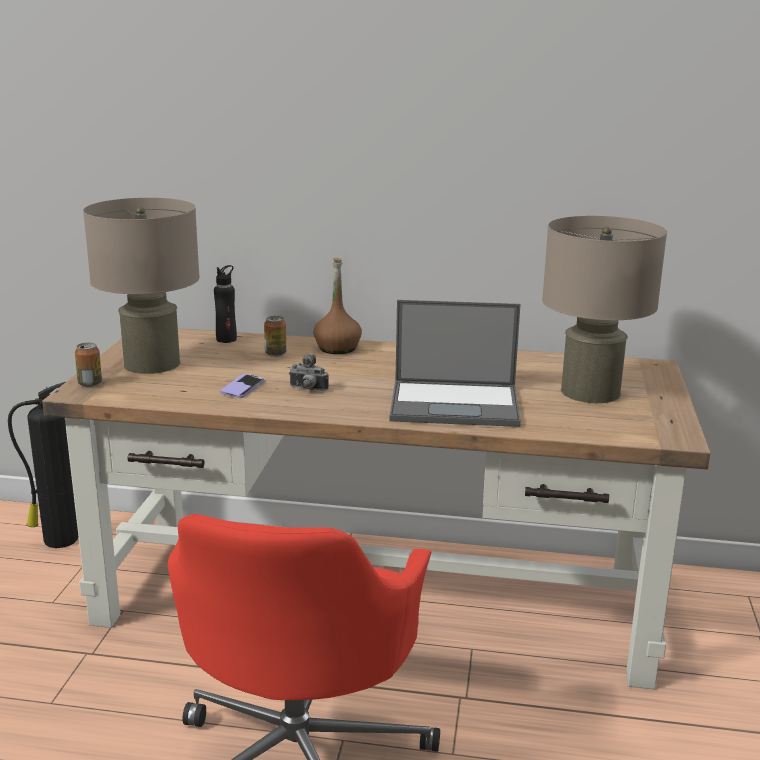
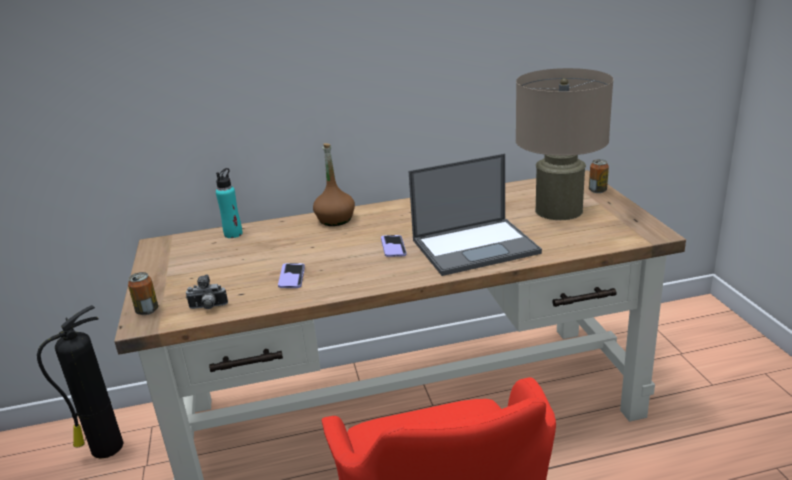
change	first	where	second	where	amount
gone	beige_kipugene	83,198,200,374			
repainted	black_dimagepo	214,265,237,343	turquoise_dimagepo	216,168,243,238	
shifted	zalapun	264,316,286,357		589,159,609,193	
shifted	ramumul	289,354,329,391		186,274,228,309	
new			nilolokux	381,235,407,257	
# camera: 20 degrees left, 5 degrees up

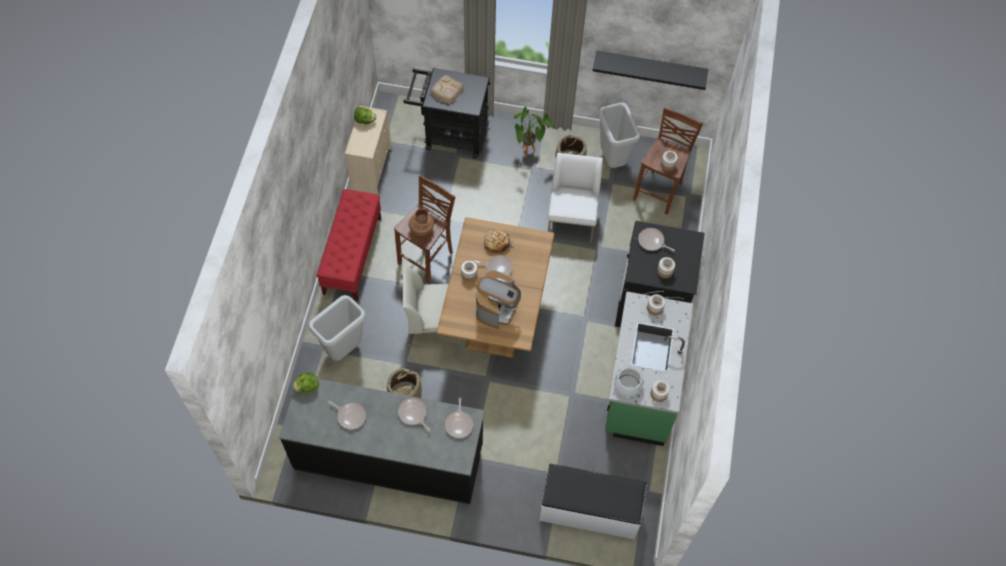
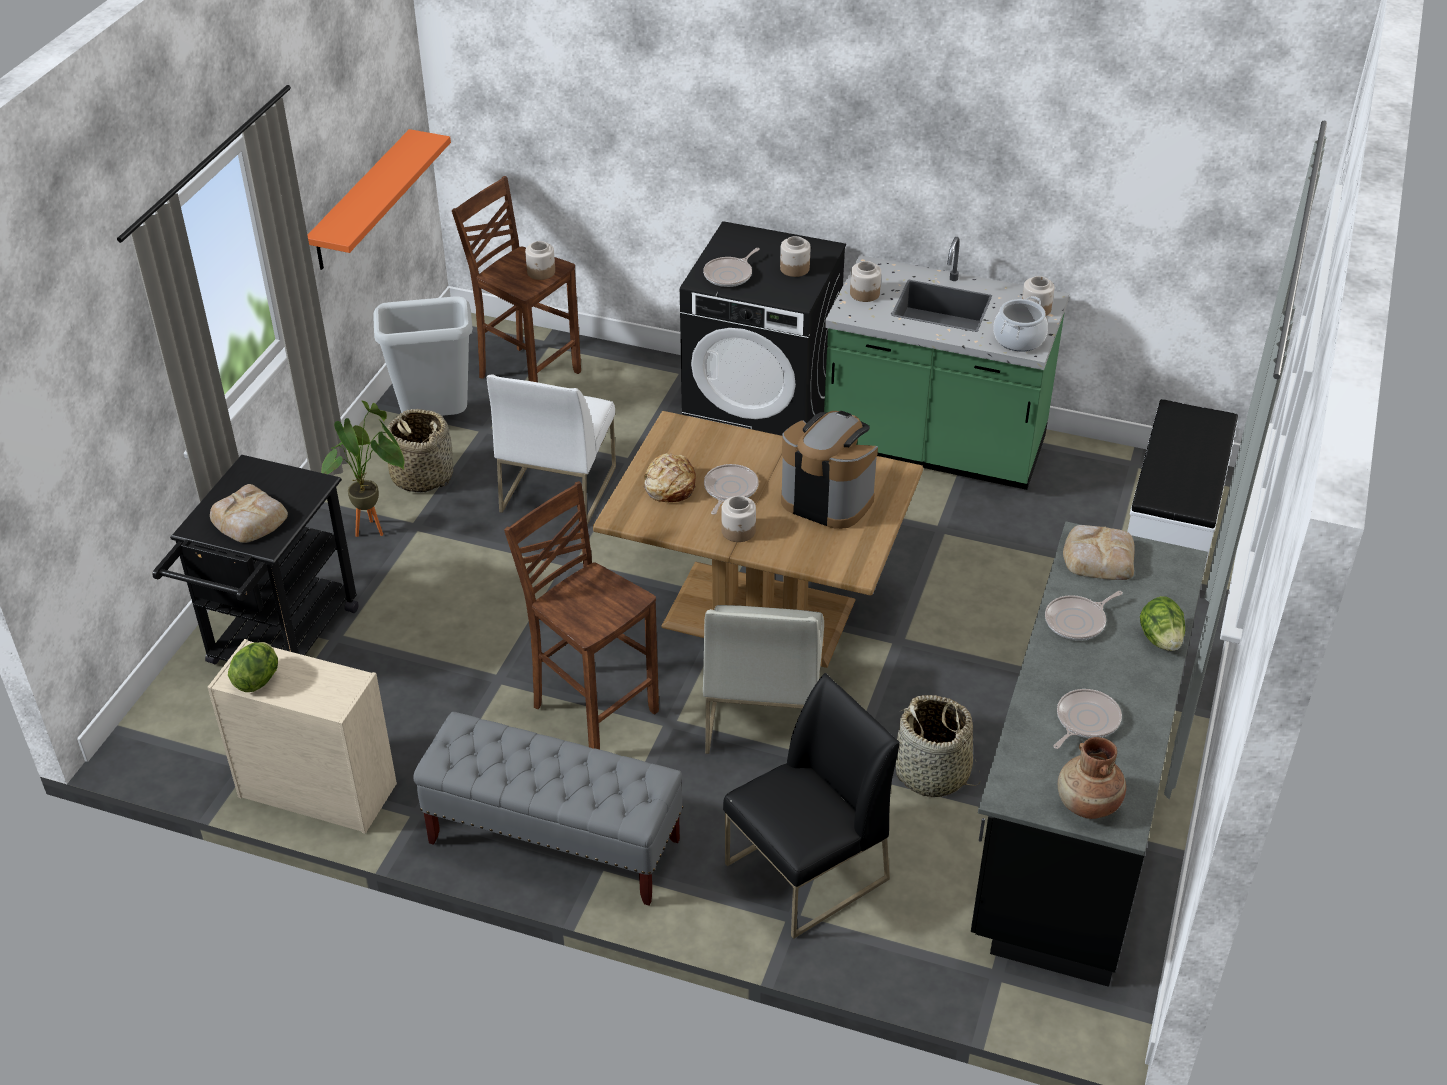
change	first	where	second	where	amount
shifted	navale	293,372,319,392		1140,596,1185,651	
swapped	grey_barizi	308,295,366,361	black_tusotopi	723,673,900,939	
repainted	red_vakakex	316,189,381,301	grey_vakakex	414,712,683,906	
shifted	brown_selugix	409,208,434,236		1058,737,1126,819	
swapped	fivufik	445,398,473,438	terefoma	1063,525,1135,580	
rotated	white_tusotopi	548,153,603,243		487,375,616,525	90 degrees counterclockwise
repainted	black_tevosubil	592,50,708,90	orange_tevosubil	308,129,451,270	
# camera: 80 degrees left, 20 degrees down

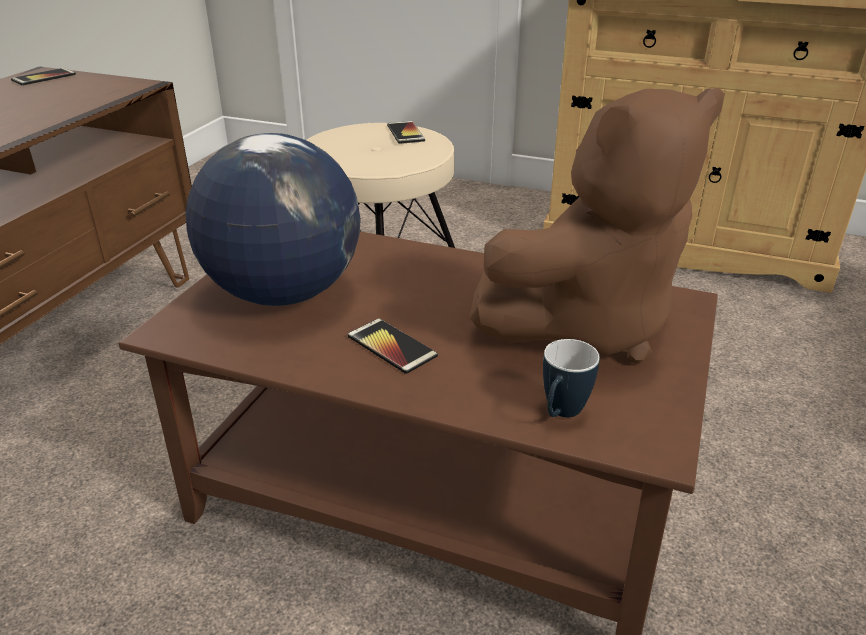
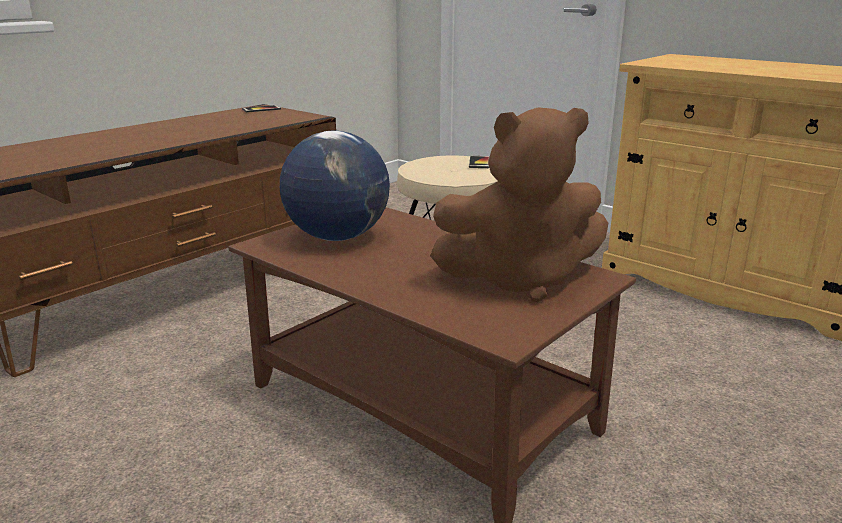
change	first	where	second	where	amount
gone	nilolokux	348,318,438,374			
gone	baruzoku	543,339,600,417			
# camera: 20 degrees right, 10 degrees down

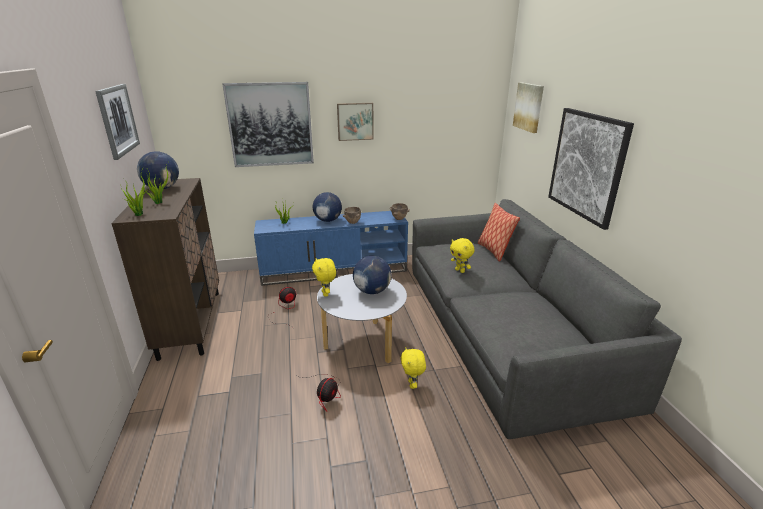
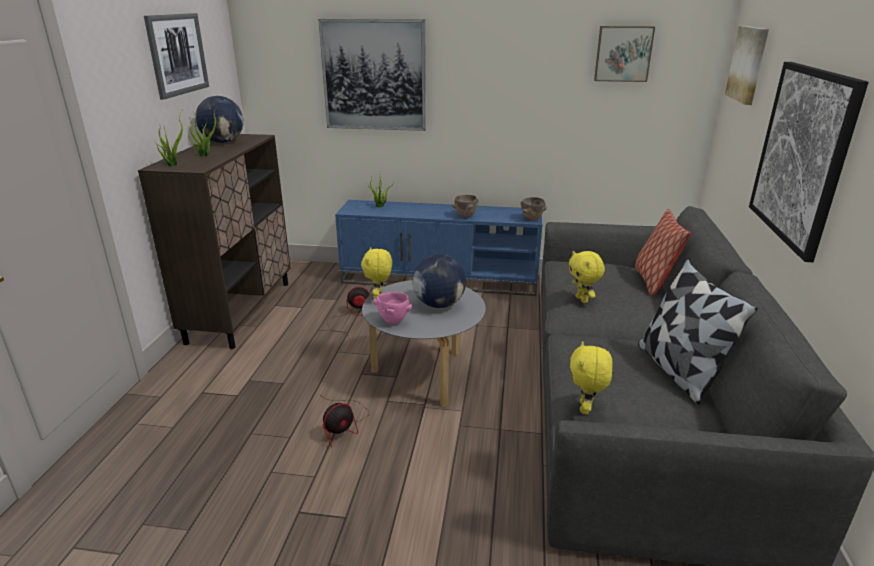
change	first	where	second	where	amount
gone	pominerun	313,192,342,222			
shifted	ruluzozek	337,103,374,141		594,26,655,82	
shifted	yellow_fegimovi	401,347,426,389		570,341,613,414	
new			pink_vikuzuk	373,292,412,324	
new			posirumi	638,259,758,404	
# camera: 20 degrees right, 0 degrees up

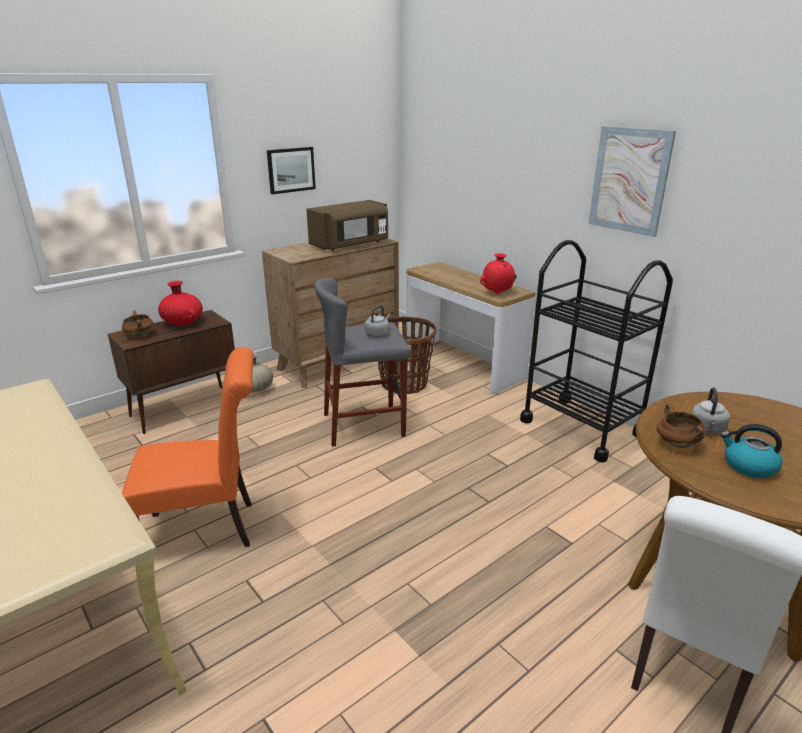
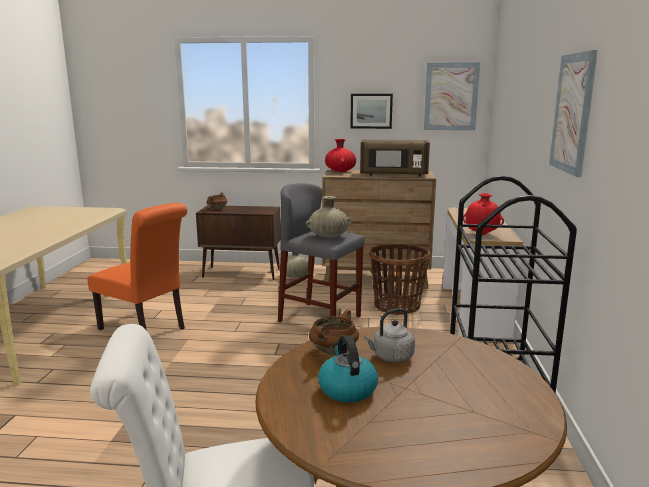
change	first	where	second	where	amount
shifted	red_selugix	158,281,203,325		325,139,356,172	
swapped	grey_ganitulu	364,305,390,337	beige_selugix	306,196,352,238	
new			ruluzozek	424,62,480,130	
# camera: 45 degrees right, 10 degrees down

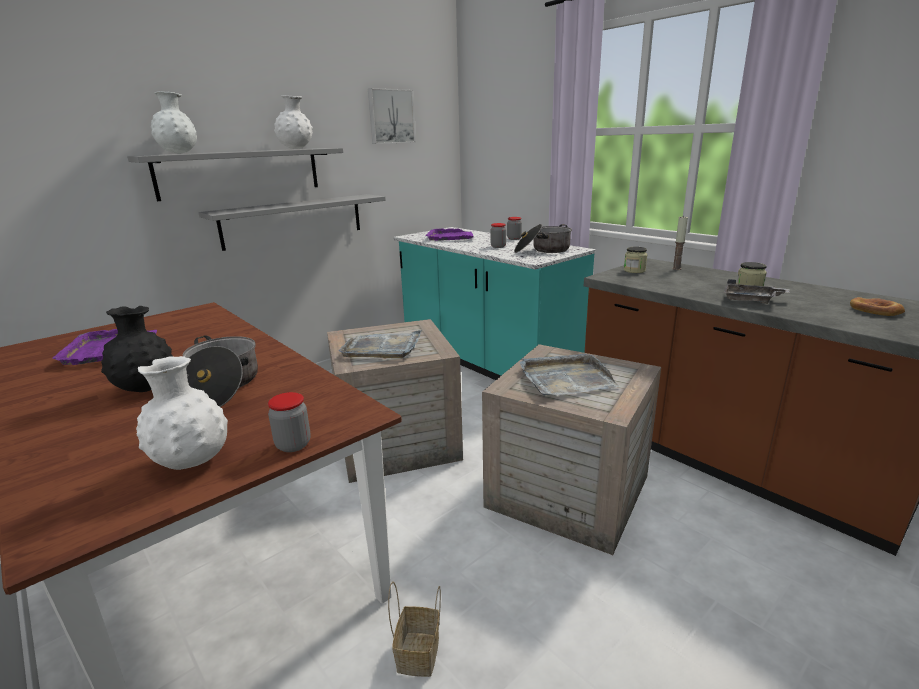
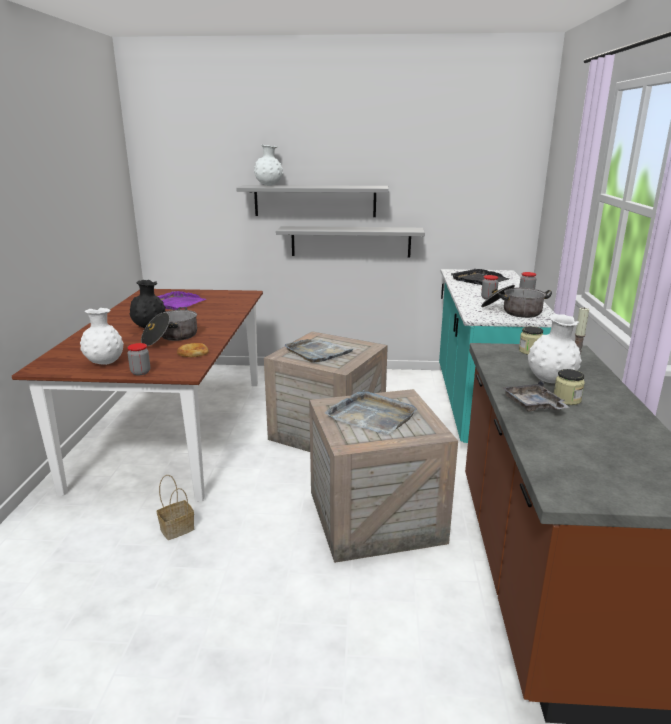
change	first	where	second	where	amount
shifted	white_selugix	274,95,313,149		528,314,582,383	
gone	ruluzozek	368,88,416,144			
repainted	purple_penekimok	425,228,474,241	black_penekimok	451,269,510,285	
shifted	terefoma	850,297,905,316		177,343,209,357	
# camera: 45 degrees right, 0 degrees up

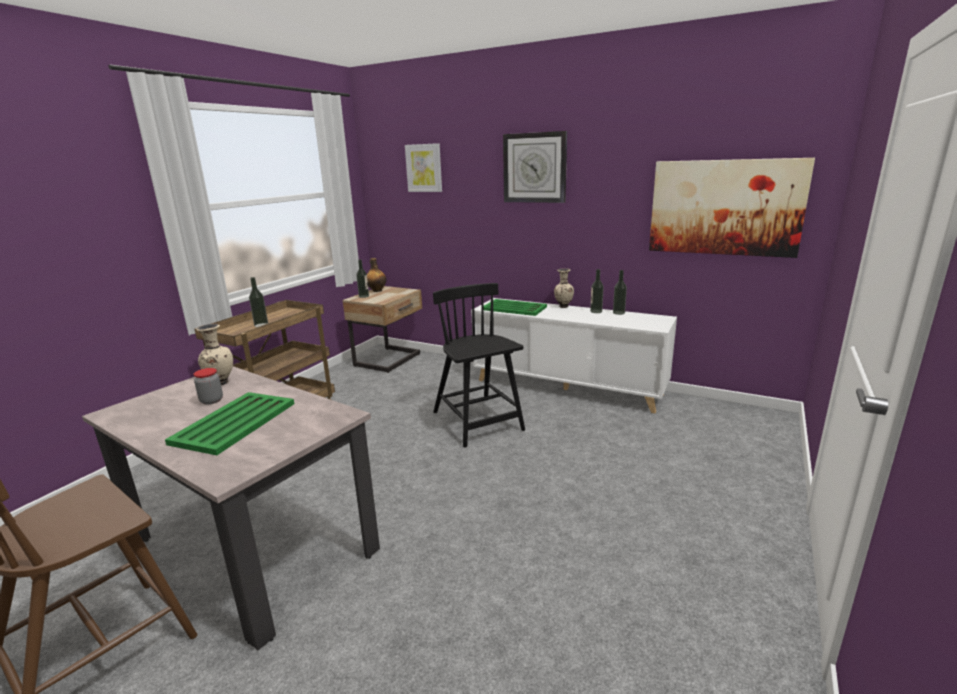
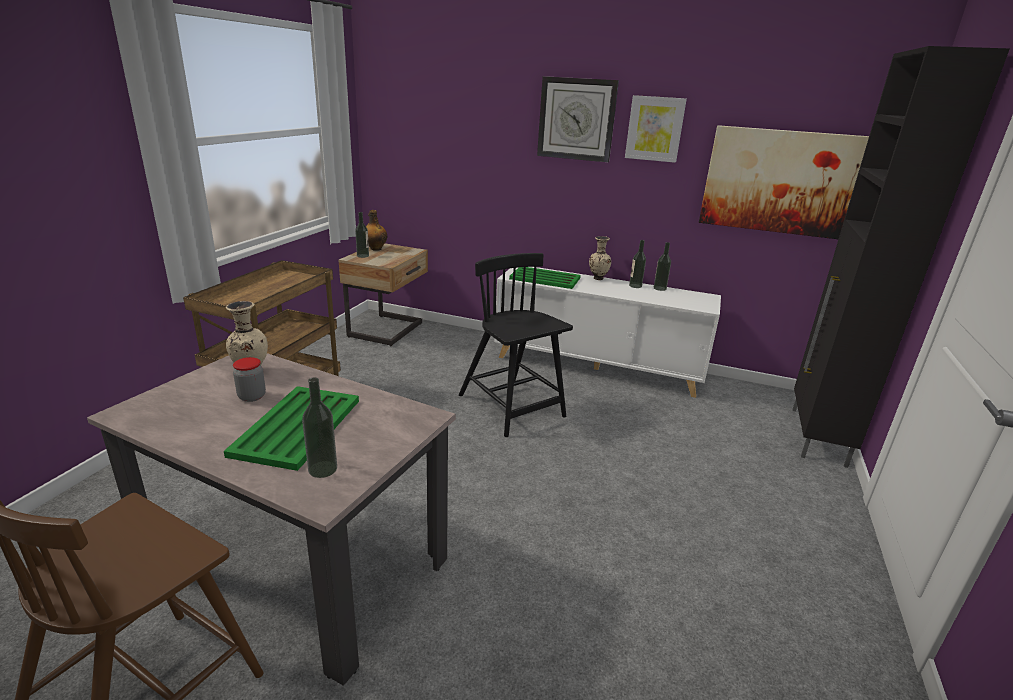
change	first	where	second	where	amount
shifted	dimagepo	249,277,268,327		302,377,337,478	
shifted	ruluzozek	405,143,442,192		625,95,687,163	
new			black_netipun	792,46,1010,468	
# camera: 10 degrees left, 5 degrees up

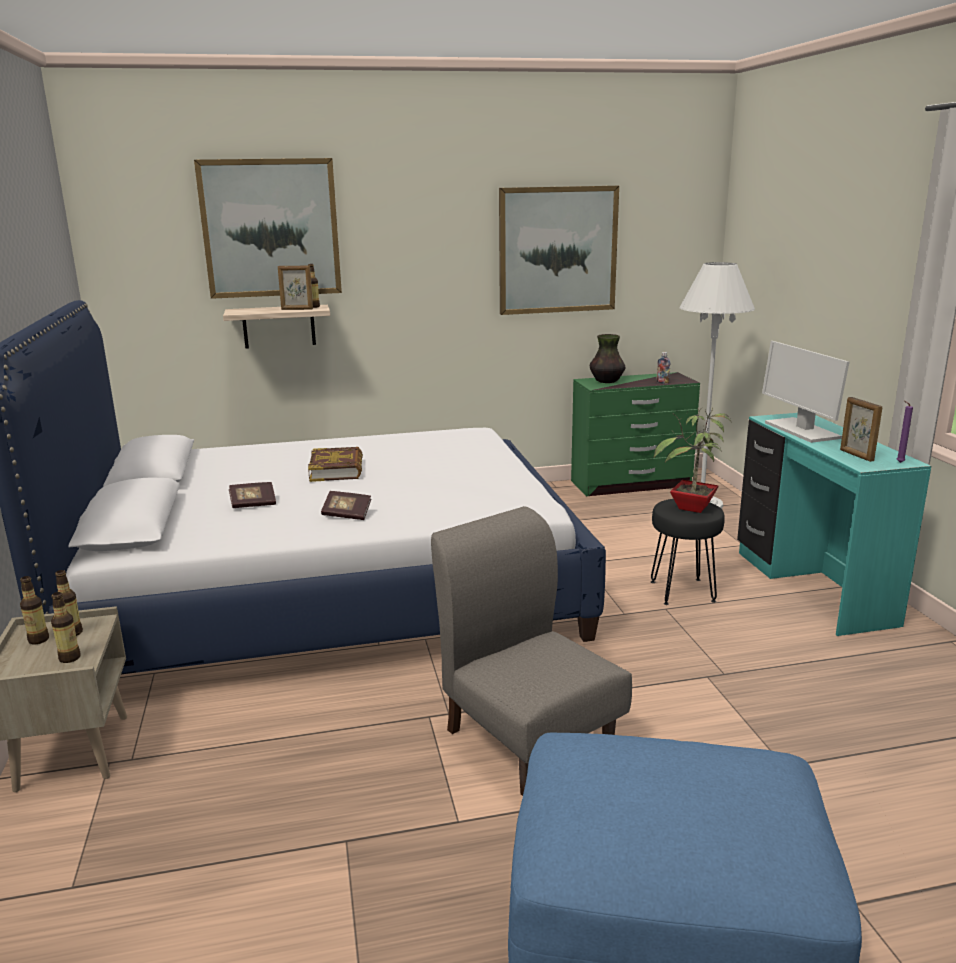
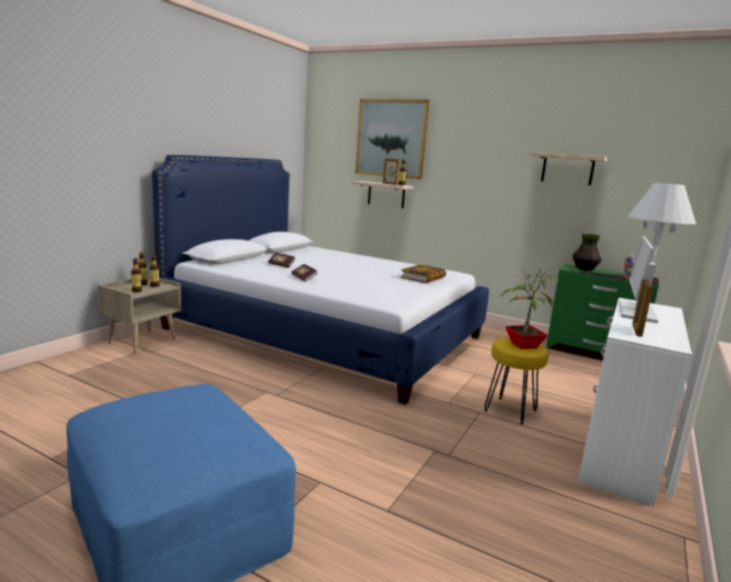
change	first	where	second	where	amount
shifted	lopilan	308,447,363,482		401,264,446,283	
gone	grey_tusotopi	431,506,632,796			
swapped	ruluzozek	499,186,619,315	tevosubil	529,152,607,185	
repainted	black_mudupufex	651,499,725,605	yellow_mudupufex	484,338,549,425	
repainted	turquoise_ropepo	737,413,931,636	white_ropepo	578,298,692,506	
gone	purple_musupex	897,401,913,463			
# camera: 40 degrees right, 5 degrees down

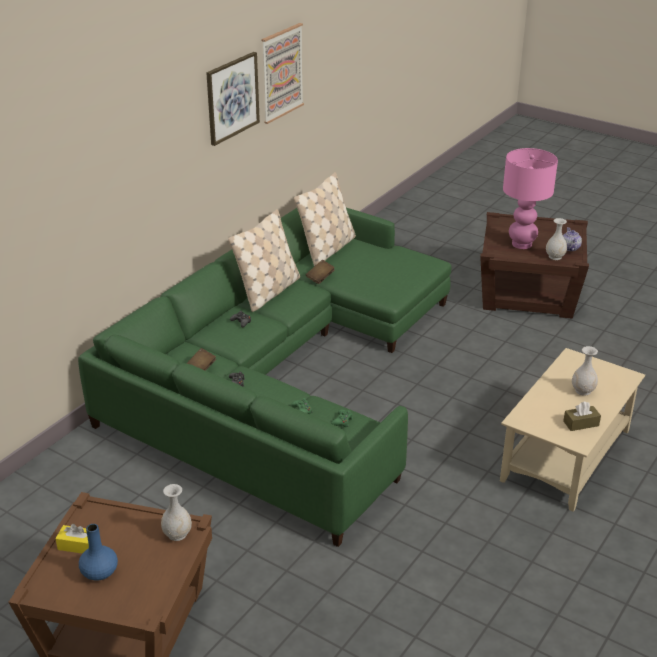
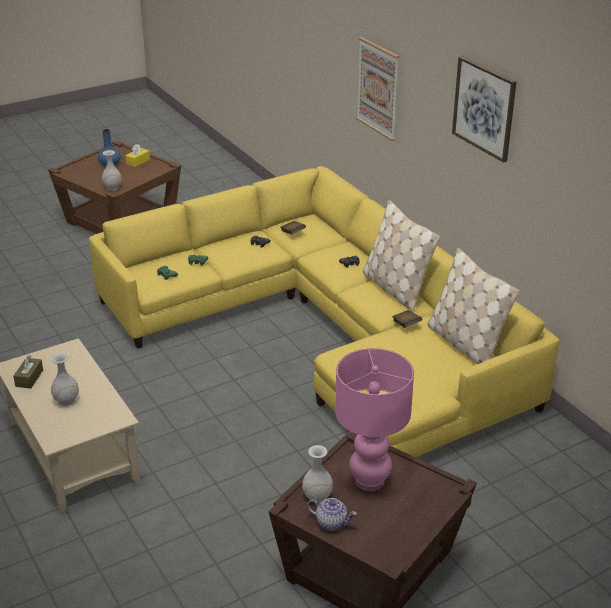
change	first	where	second	where	amount
repainted	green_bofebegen	78,208,452,547	yellow_bofebegen	89,166,560,457	
shifted	ruluzozek	261,23,304,124		356,37,399,141	
# camera: 115 degrees right, 0 degrees up

